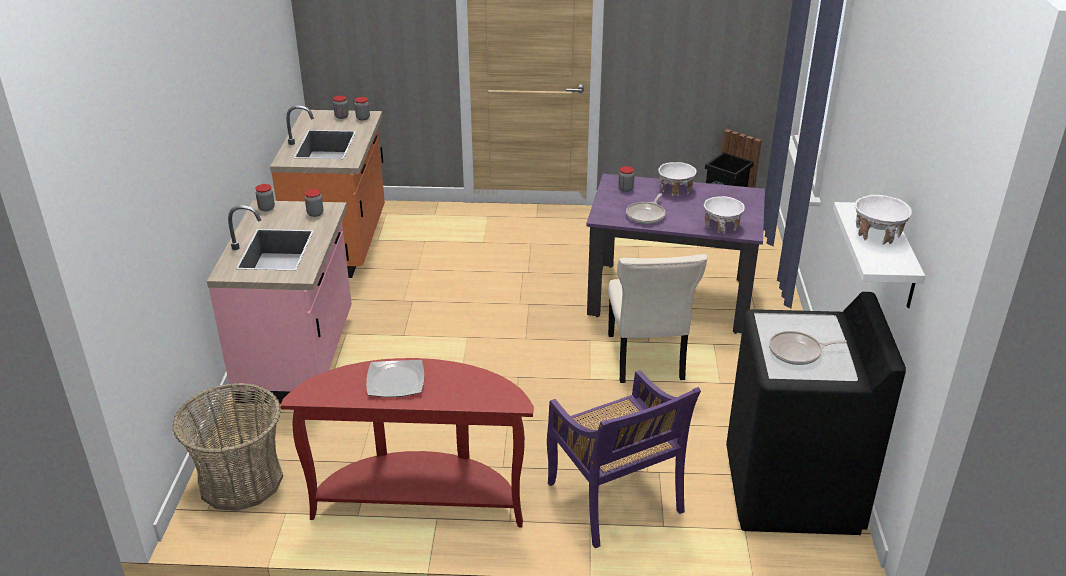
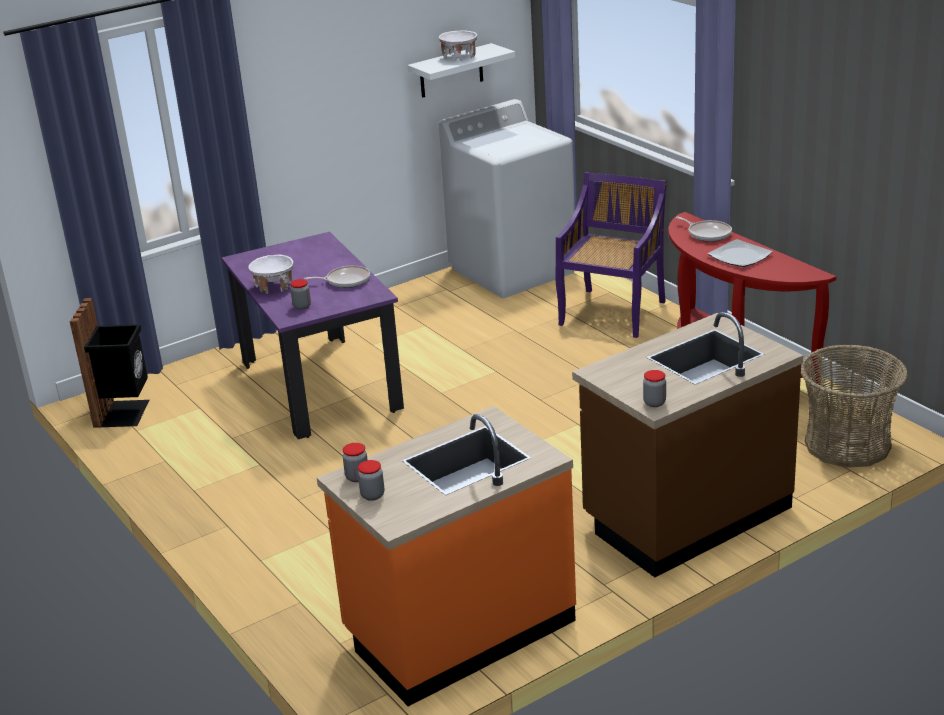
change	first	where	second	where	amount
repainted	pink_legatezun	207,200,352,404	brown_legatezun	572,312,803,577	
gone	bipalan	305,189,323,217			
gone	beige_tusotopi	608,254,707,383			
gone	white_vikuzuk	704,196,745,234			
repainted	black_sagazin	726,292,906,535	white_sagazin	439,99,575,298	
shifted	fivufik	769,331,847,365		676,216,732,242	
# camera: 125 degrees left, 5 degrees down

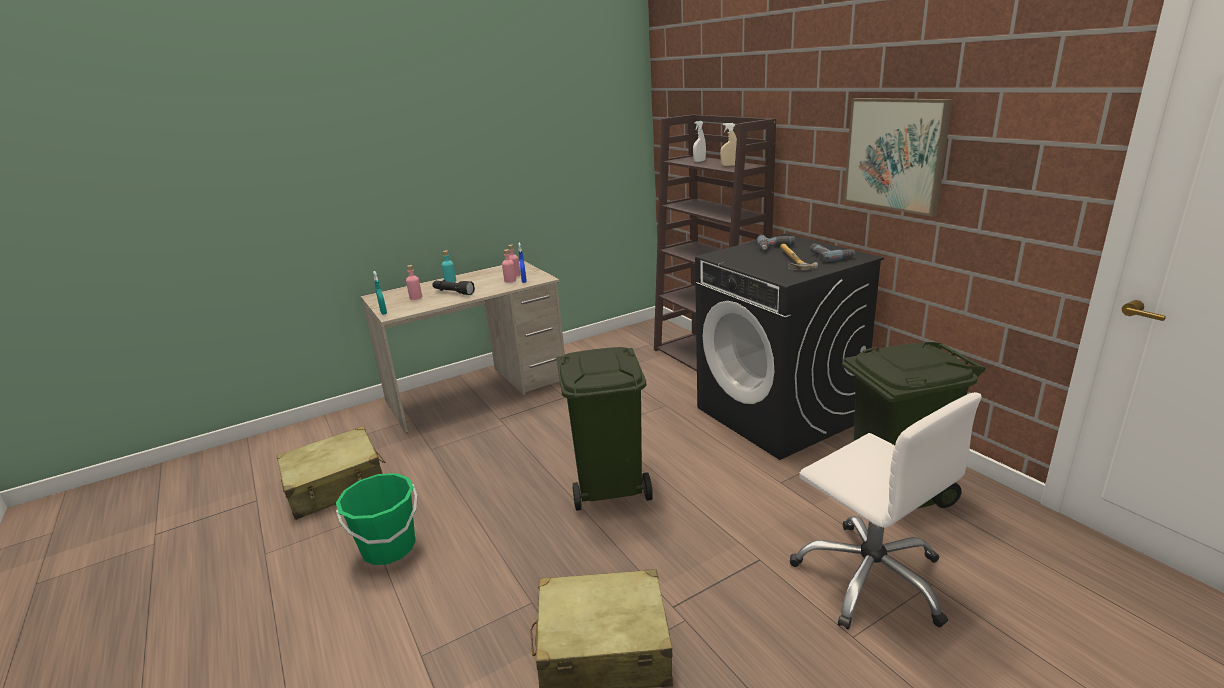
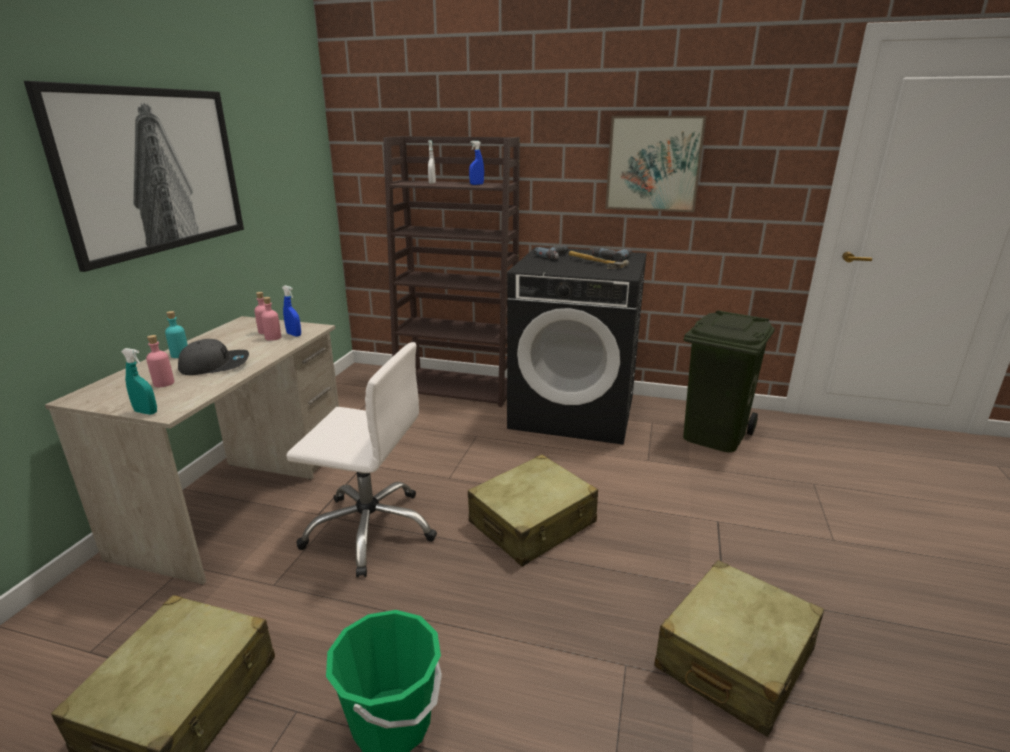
change	first	where	second	where	amount
swapped	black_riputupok	432,280,475,295	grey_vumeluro	178,339,249,375	
swapped	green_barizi	556,347,653,511	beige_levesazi	468,454,598,567	
repainted	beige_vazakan	720,123,737,166	blue_vazakan	469,141,484,185	
shifted	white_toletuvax	790,392,981,630		286,342,437,577	
new			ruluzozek	24,81,244,272	
# camera: 45 degrees left, 0 degrees up

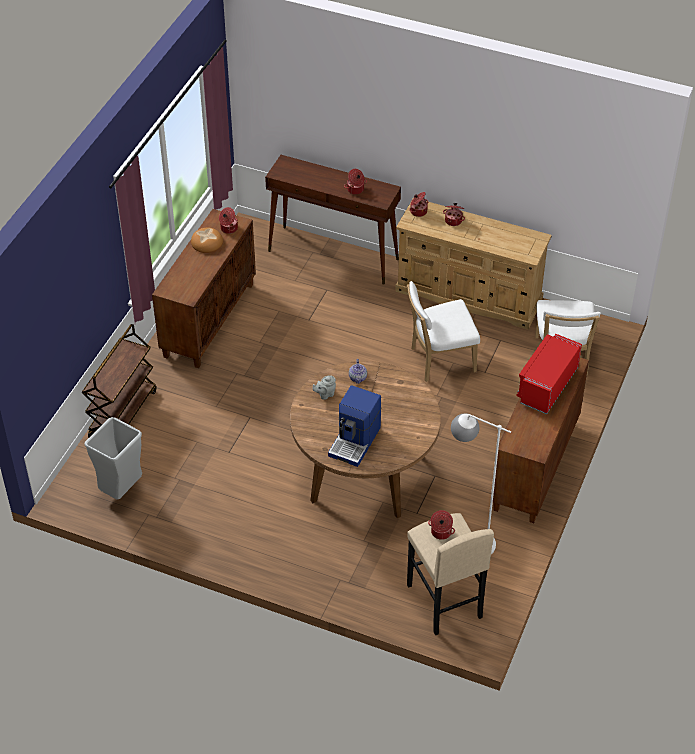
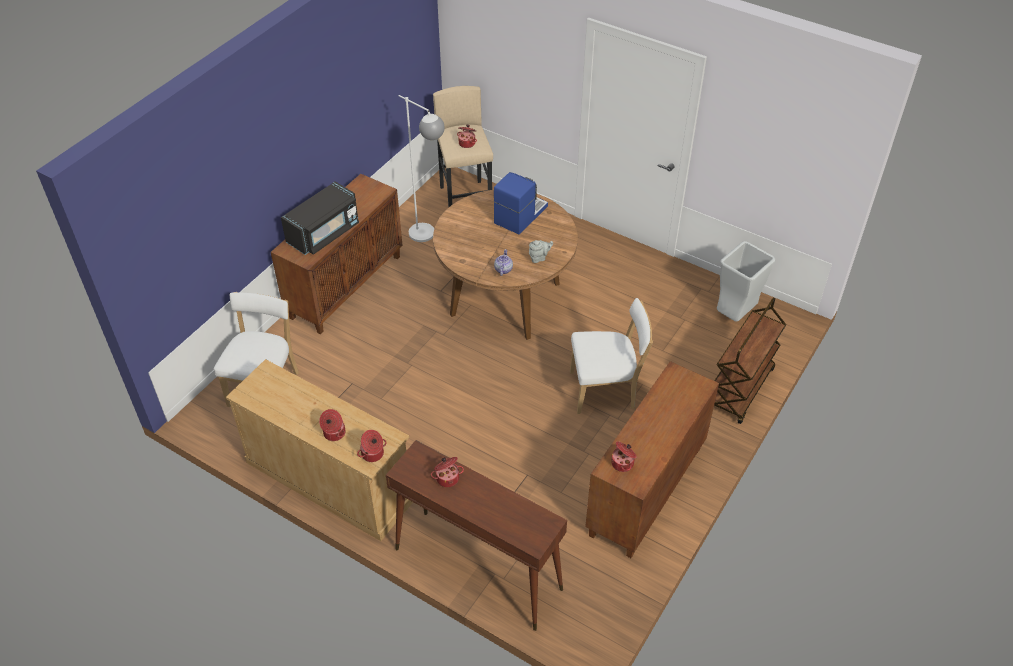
change	first	where	second	where	amount
gone	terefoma	191,228,223,253			
shifted	white_tusotopi	407,281,480,382		570,298,653,414	
repainted	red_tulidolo	517,334,582,414	black_tulidolo	281,181,359,255	
# camera: 170 degrees left, 0 degrees up

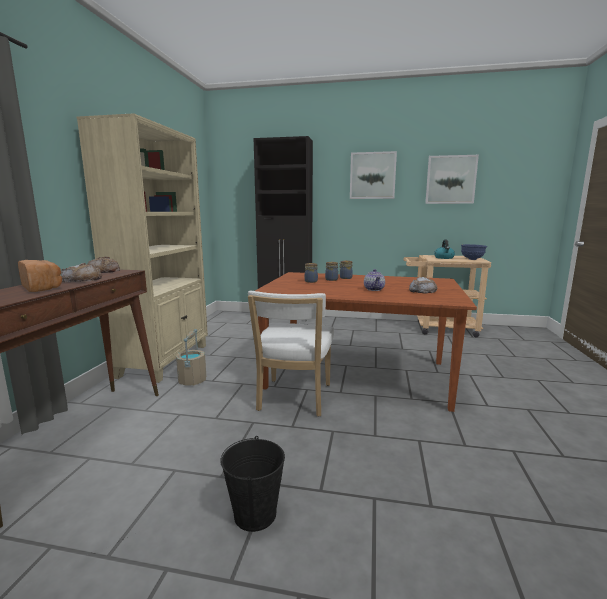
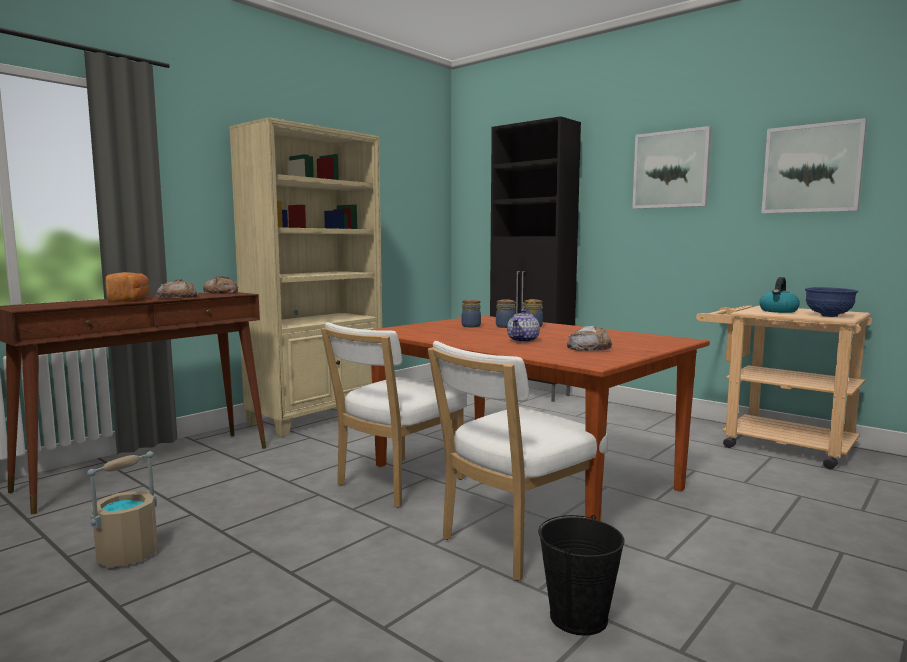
change	first	where	second	where	amount
shifted	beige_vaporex	176,329,206,386		87,451,158,568	
shifted	black_vaporex	220,436,285,532		538,515,625,636	
new			white_tusotopi	428,341,608,581	
# camera: 30 degrees right, 5 degrees down

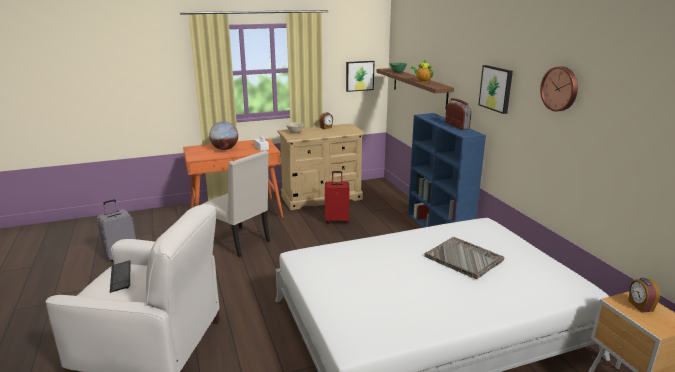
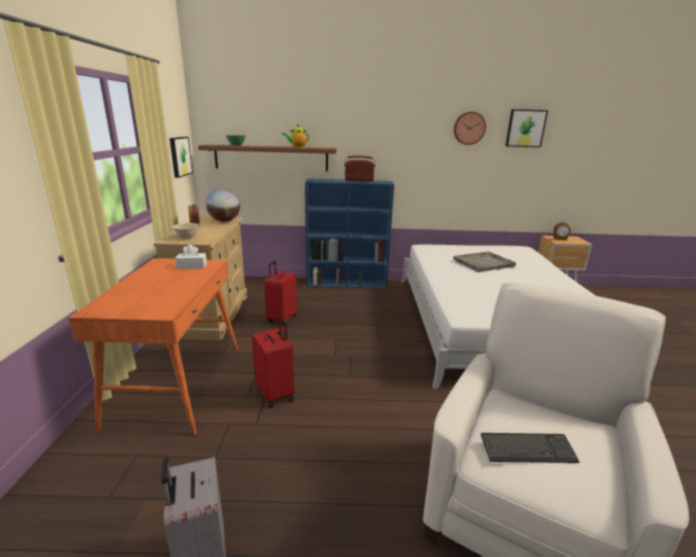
change	first	where	second	where	amount
swapped	beige_tusotopi	201,150,270,257	red_levesazi	252,317,294,408	
shifted	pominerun	209,121,238,150		206,188,240,222	
shifted	ruluzozek	478,65,513,114		506,109,548,147	
# camera: 70 degrees left, 0 degrees up

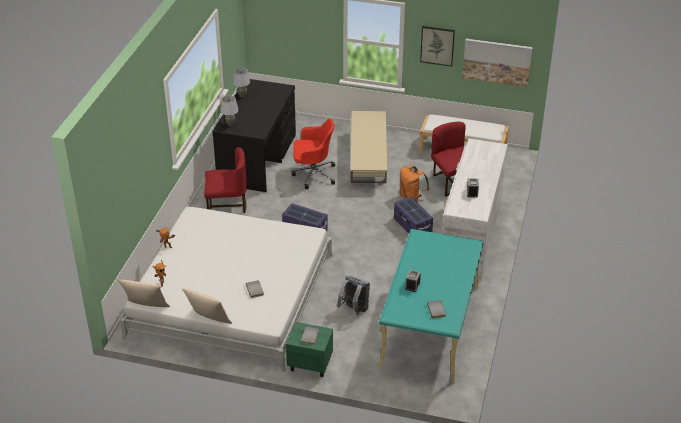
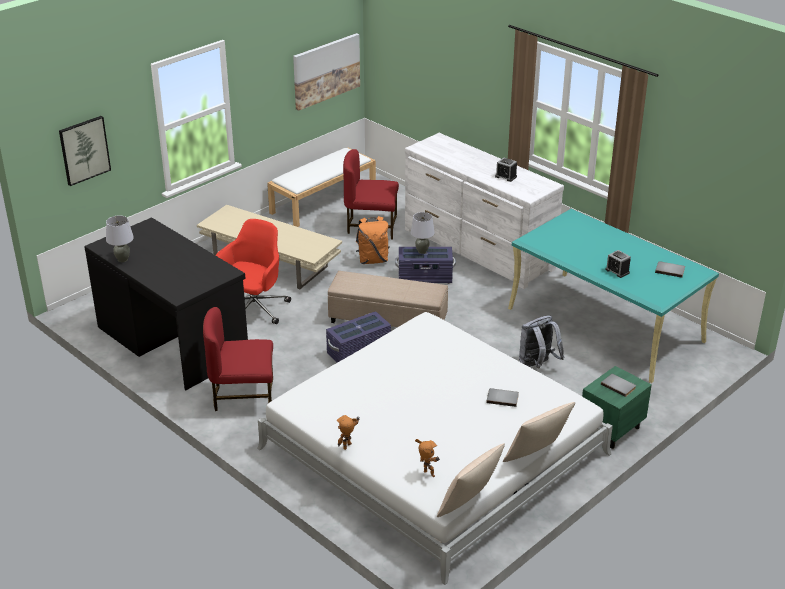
change	first	where	second	where	amount
rotated	red_tusotopi	204,147,247,213		203,307,273,411	120 degrees counterclockwise
shifted	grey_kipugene	221,95,238,126		410,212,435,254	
shifted	ruluzozek	420,26,455,66		59,116,111,186	
new			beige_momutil	328,271,448,327	
# camera: 60 degrees left, 5 degrees down

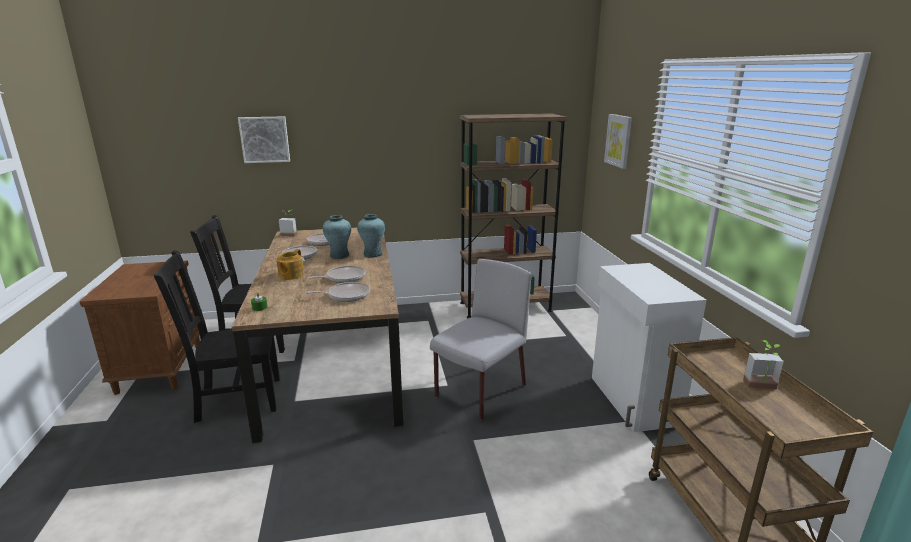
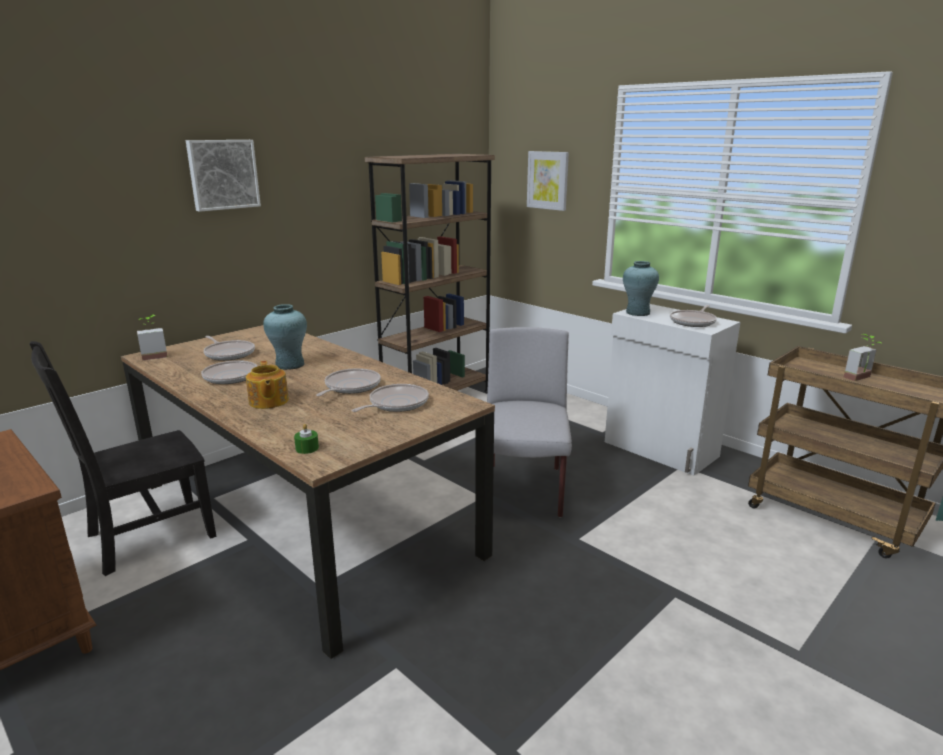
change	first	where	second	where	amount
gone	black_tusotopi	154,250,280,423			
shifted	ruluzozek	238,116,290,163		186,140,261,212	
shifted	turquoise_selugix	357,214,385,258		623,261,659,316	
new			fivufik	670,305,717,327	
# camera: 35 degrees left, 0 degrees up

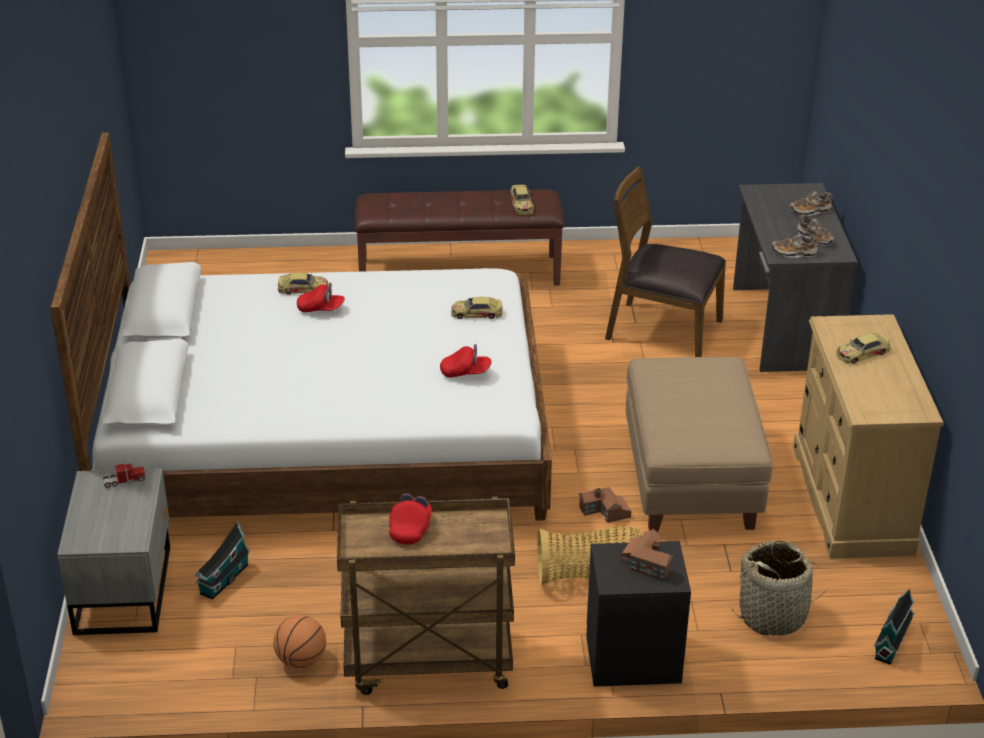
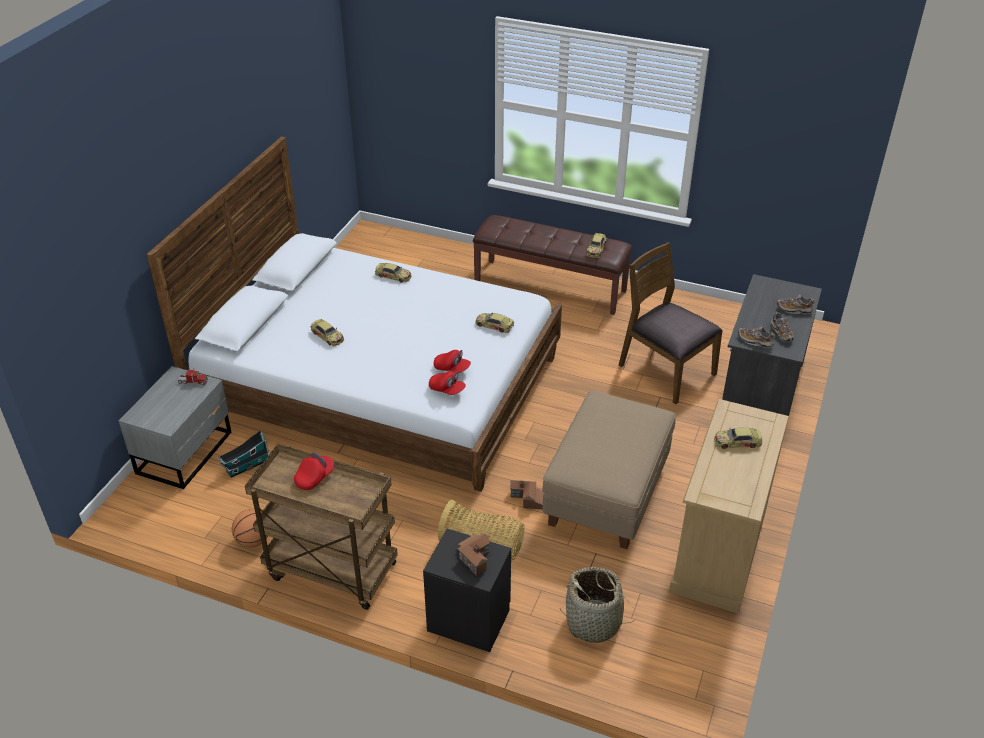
change	first	where	second	where	amount
shifted	red_vumeluro	297,283,345,313		429,371,466,395	
gone	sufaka	874,589,915,665			
new			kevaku	311,319,344,346	
# camera: 25 degrees right, 5 degrees up

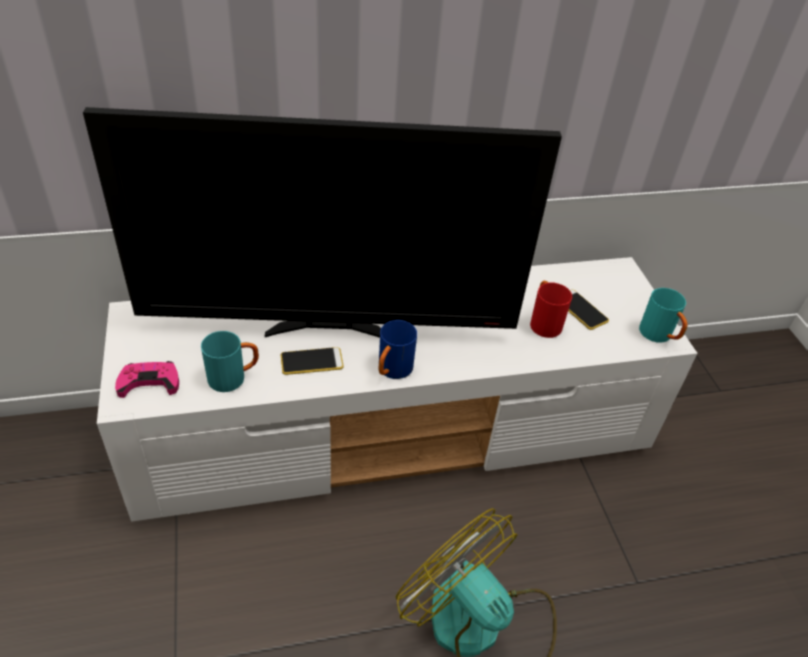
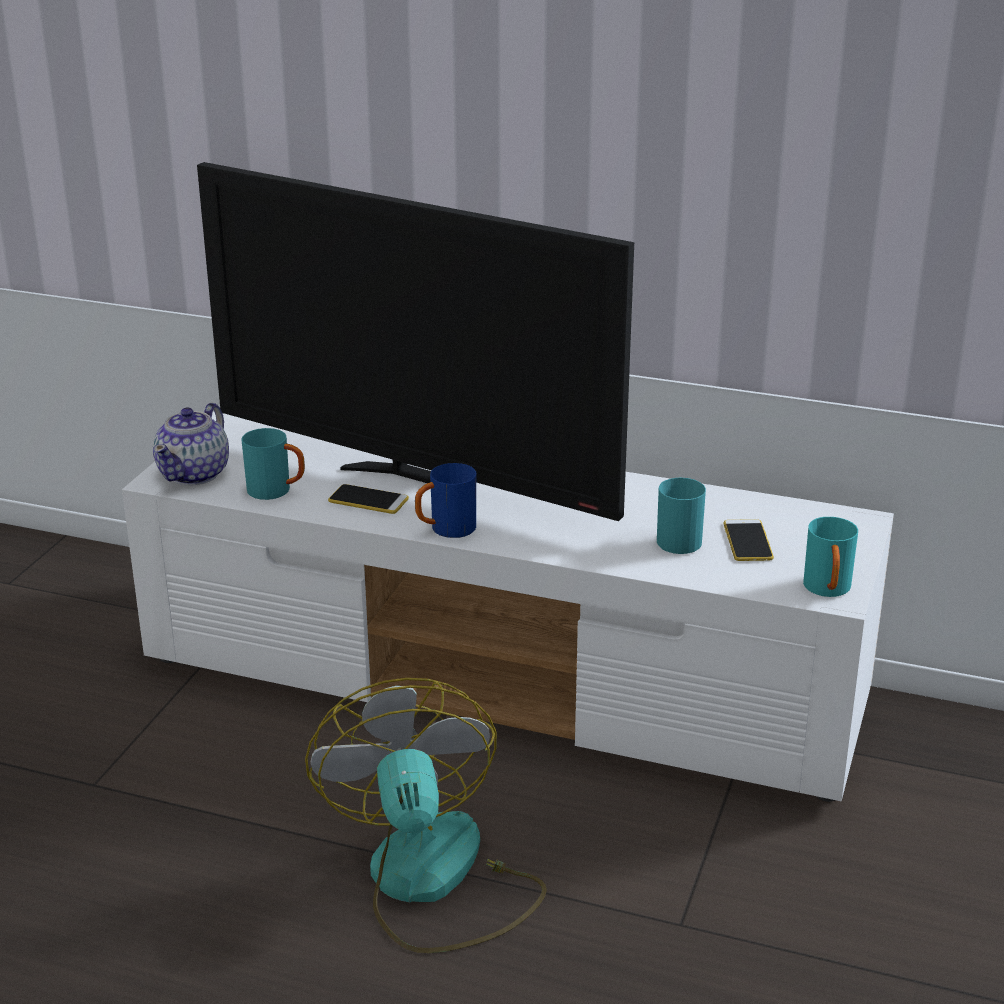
change	first	where	second	where	amount
swapped	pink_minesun	115,361,179,398	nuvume	153,403,229,485	
repainted	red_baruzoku	530,281,572,338	turquoise_baruzoku	657,478,706,554	
# camera: 35 degrees right, 15 degrees down

